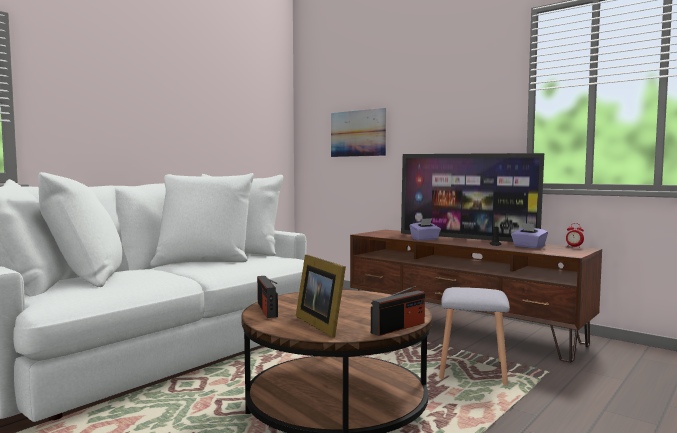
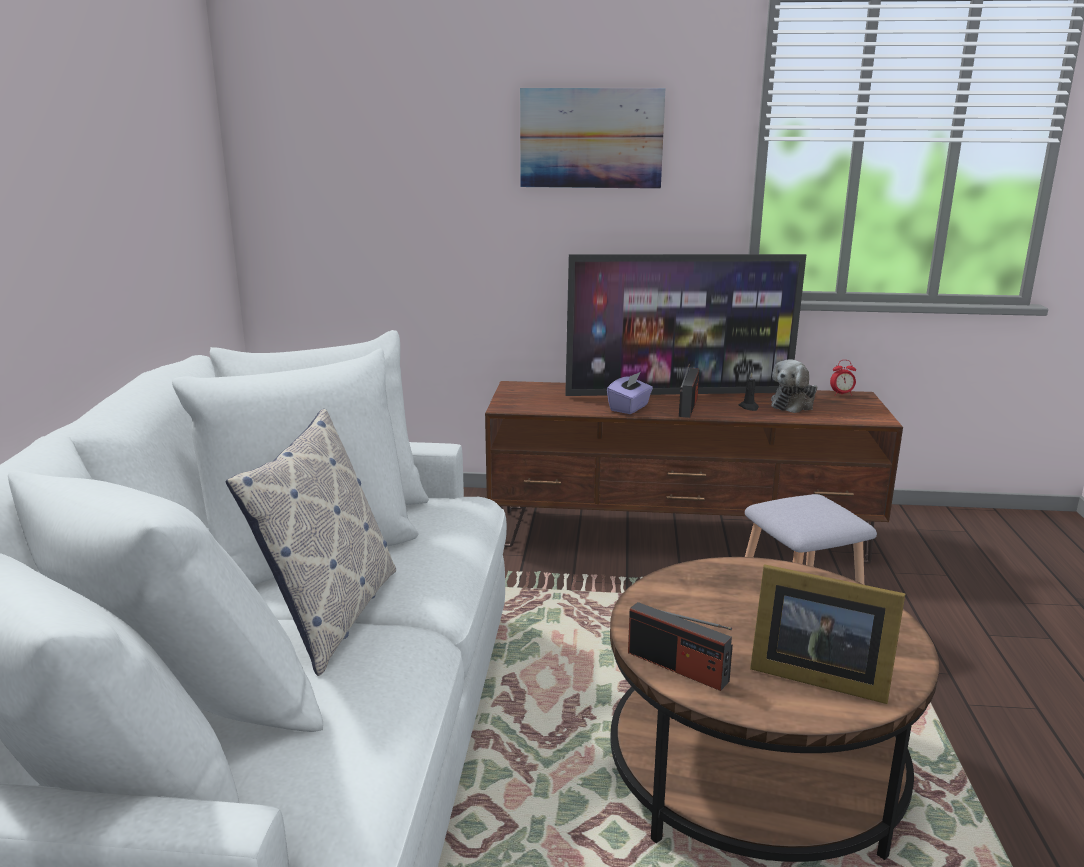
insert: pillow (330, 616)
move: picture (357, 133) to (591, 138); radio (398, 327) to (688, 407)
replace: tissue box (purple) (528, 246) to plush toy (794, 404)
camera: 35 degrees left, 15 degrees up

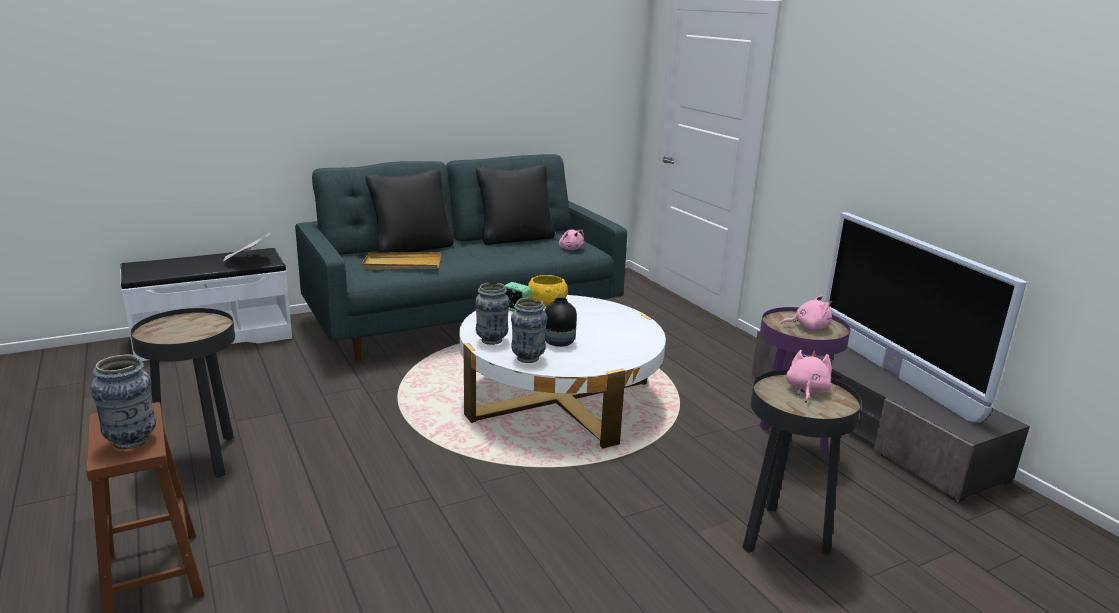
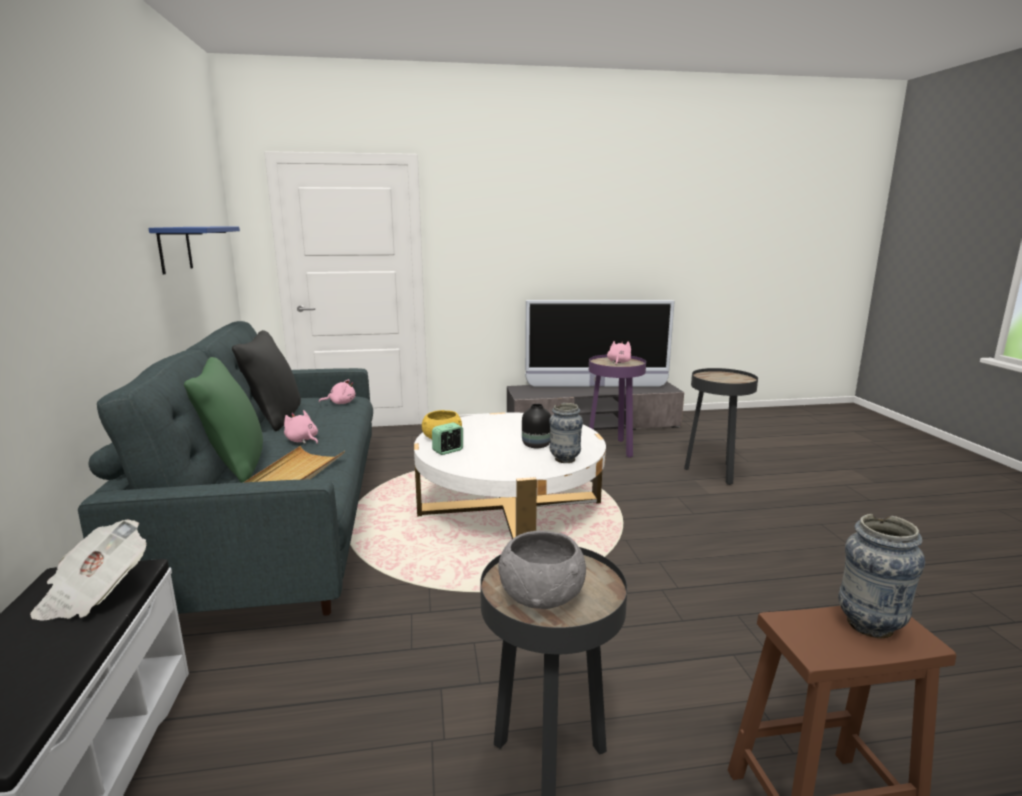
delete: vase (491, 340)
insert: shelf (blue) (174, 249); bowl (grey) (541, 595)
move: plush toy (pink) (806, 390) to (302, 440)
recolor: pillow (black) (412, 248) to pillow (green) (235, 465)
camera: 70 degrees left, 5 degrees down

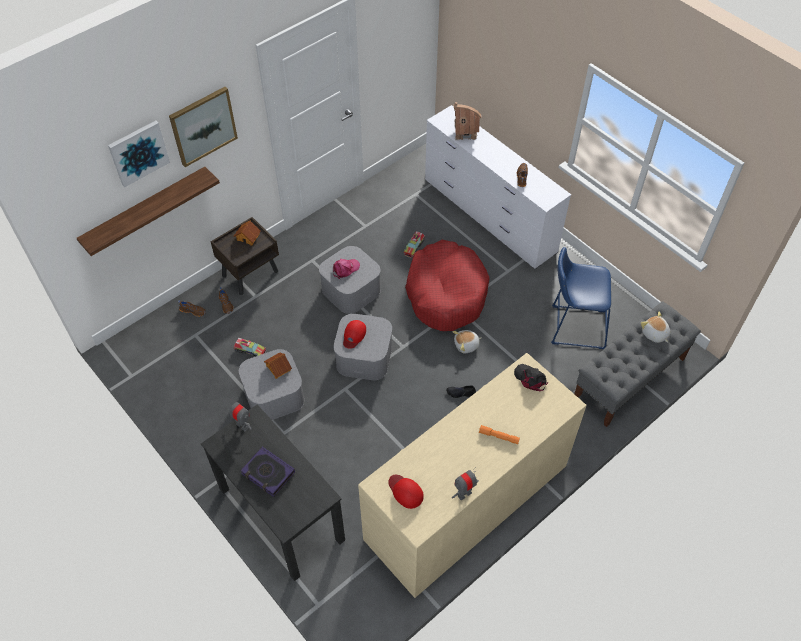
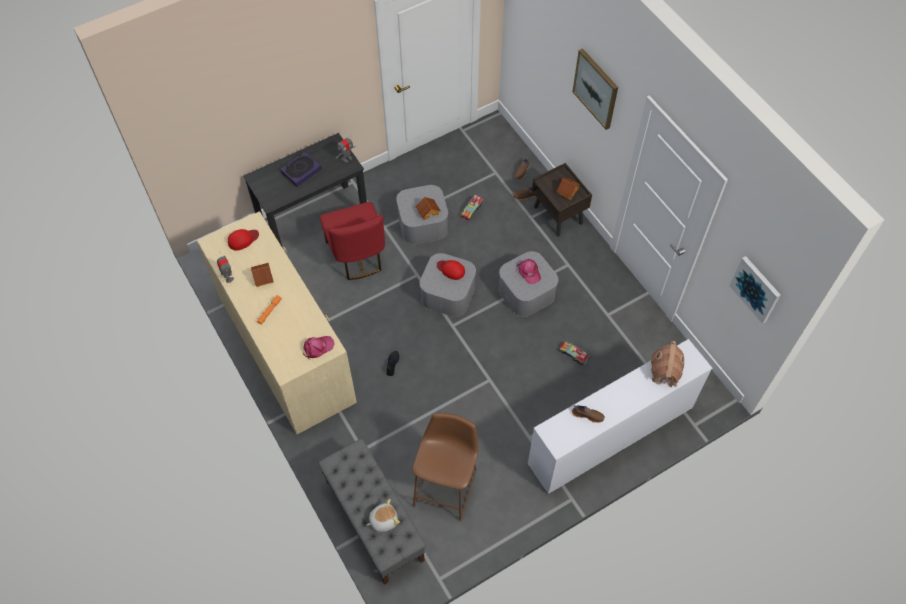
delete: shelf (146, 211); dog bed (red) (446, 293); plush toy (466, 345)
insert: toy house (262, 277); chair (red) (357, 255)
move: picture (138, 152) to (756, 289)
recolor: cap (black) (530, 379) to cap (pink) (318, 348); stool (blue) (574, 326) to stool (brown) (446, 484)
camera: 100 degrees right, 5 degrees up

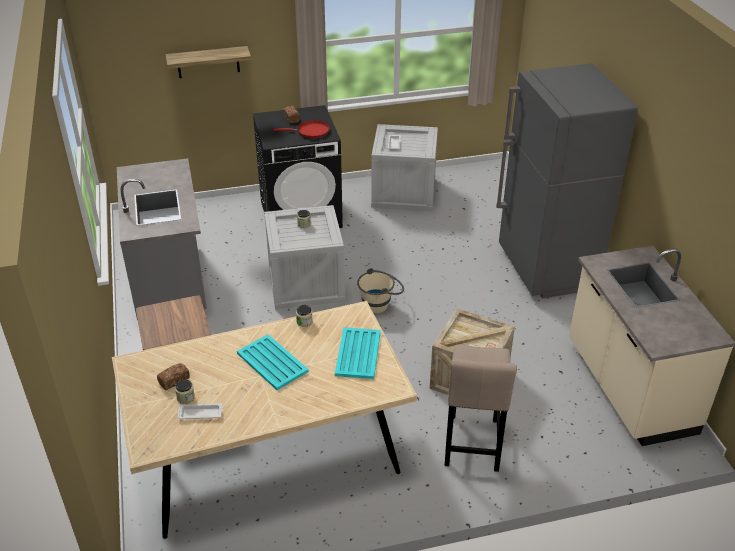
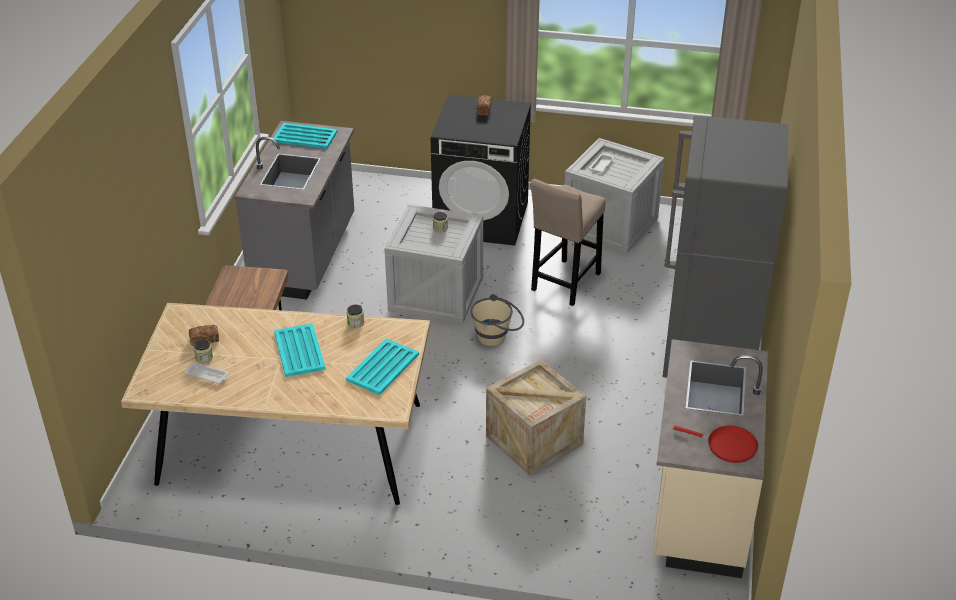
delete: shelf (208, 62)
insert: tray (turquoise) (305, 137)
move: stool (beige) (472, 446) to (564, 284); frying pan (red) (310, 131) to (727, 446)
camera: 25 degrees right, 0 degrees up

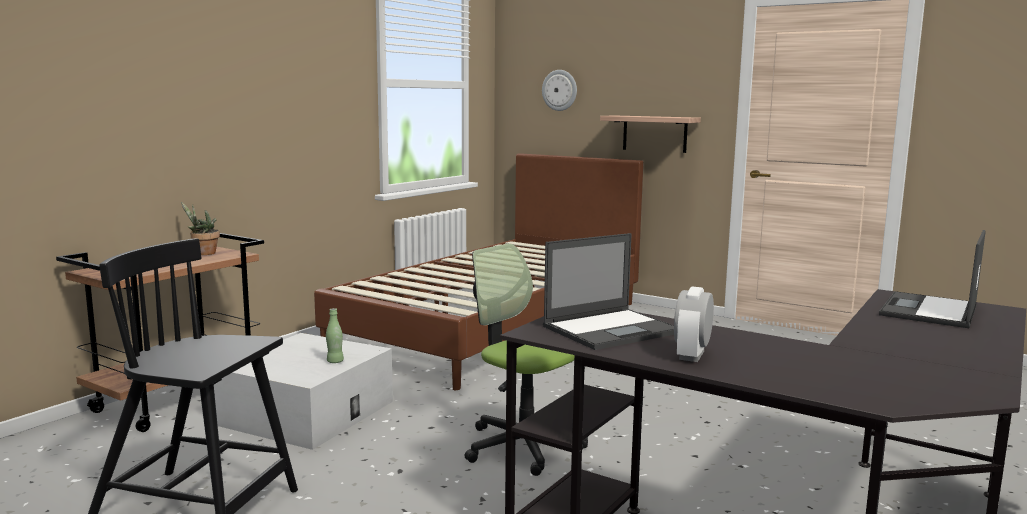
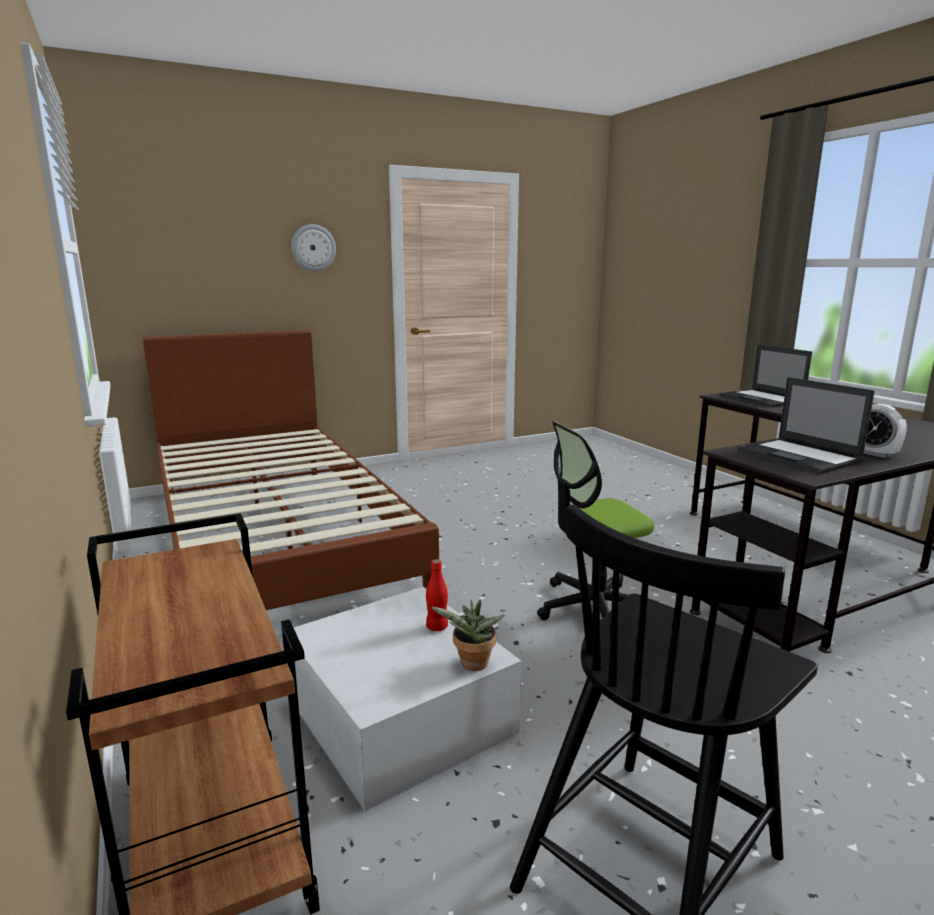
delete: shelf (654, 133)
move: wall clock (560, 90) to (313, 248); potted plant (203, 253) to (472, 666)
recolor: bottle (green) (335, 361) to bottle (red) (437, 627)
rotate: laptop (612, 329) = (800, 457) 150 degrees clockwise
camera: 60 degrees left, 5 degrees up

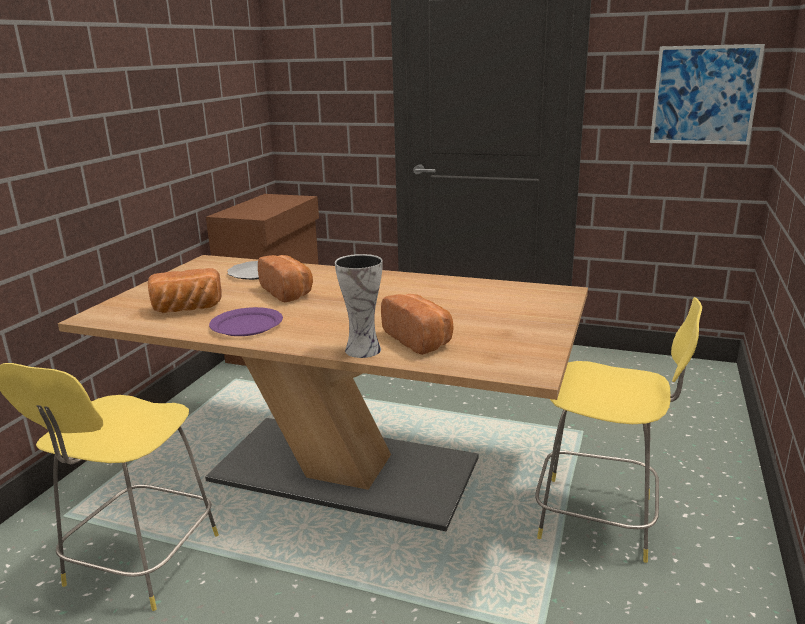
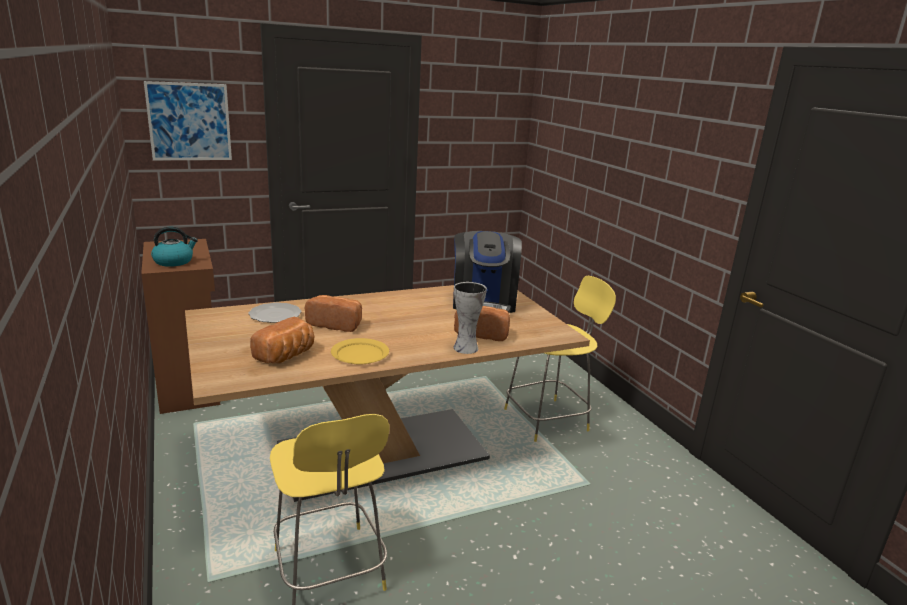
insert: kettle (174, 261); coffee machine (483, 304)
move: picture (704, 95) to (189, 122)
recolor: plate (purple) (247, 325) to plate (yellow) (360, 354)
camera: 45 degrees left, 0 degrees up

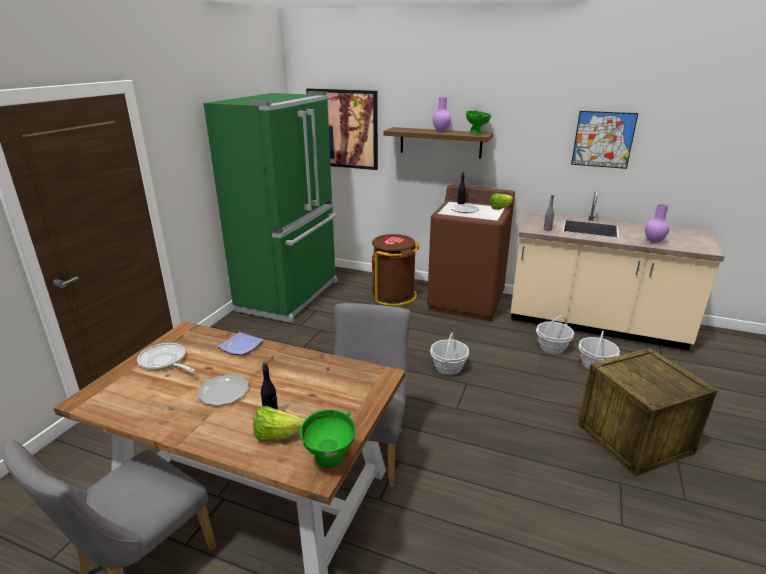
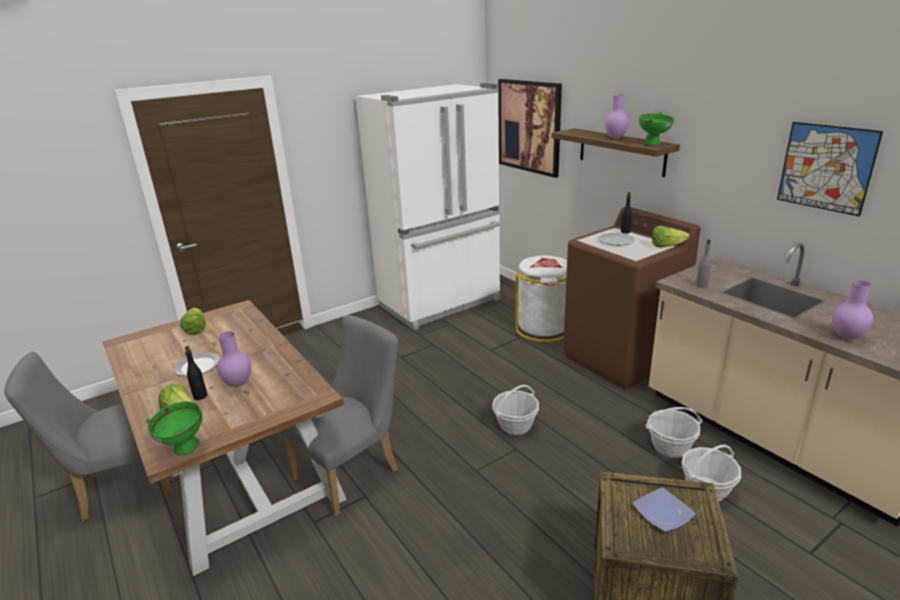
insert: vase (purple) (239, 384)
move: plate (240, 346) to (661, 512)
replace: frying pan (165, 362) to lettuce (196, 329)
recolor: fridge (green) (291, 296) to fridge (white) (441, 303); trash can (brown) (393, 295) to trash can (white) (544, 328)
camera: 35 degrees right, 0 degrees up

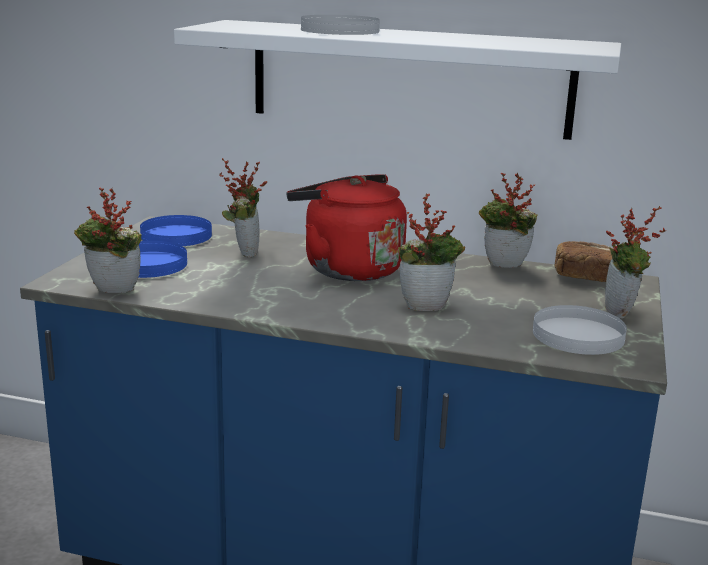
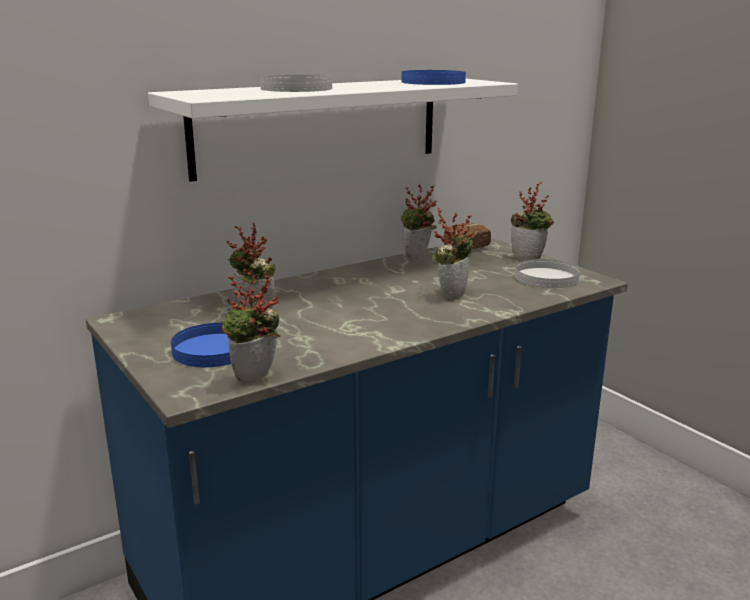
delete: kettle (red) (347, 268)
move: plate (blue) (176, 235) to (433, 82)
camera: 50 degrees left, 0 degrees up

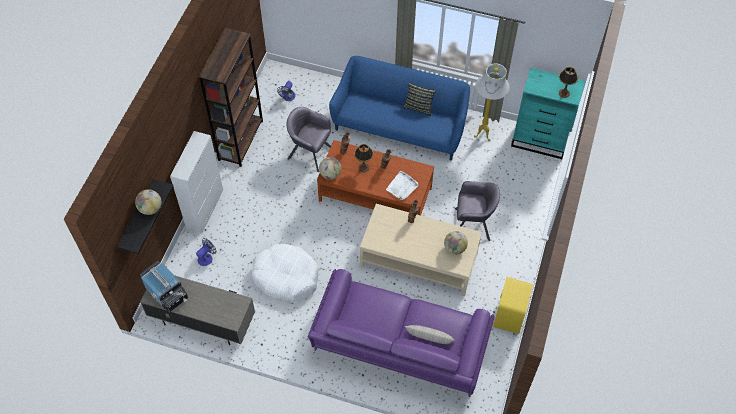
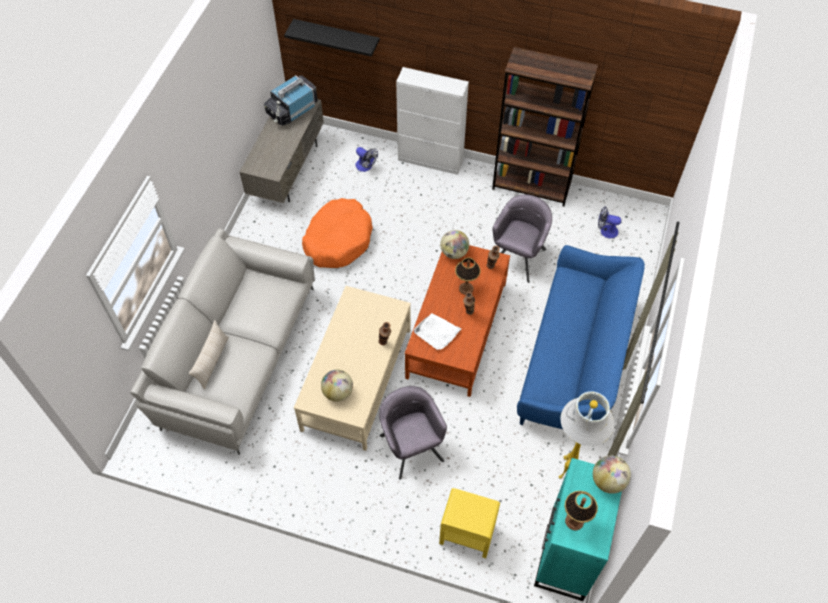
delete: pillow (419, 107)
move: nightstand (yellow) (509, 315) to (467, 533); globe (150, 208) to (608, 481)
recolor: sofa (purple) (399, 346) to sofa (grey) (237, 354); dog bed (white) (286, 276) to dog bed (orange) (338, 240)
rotate: armchair (grey) (472, 224) = (411, 447) 150 degrees clockwise
camera: 90 degrees right, 0 degrees up

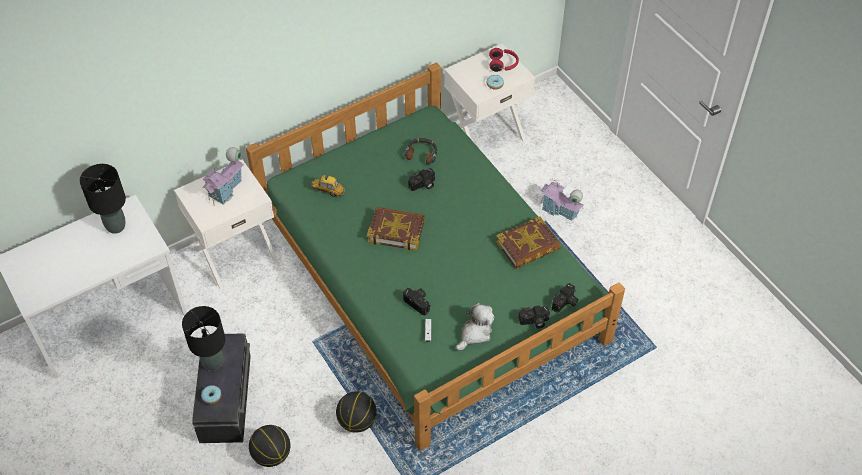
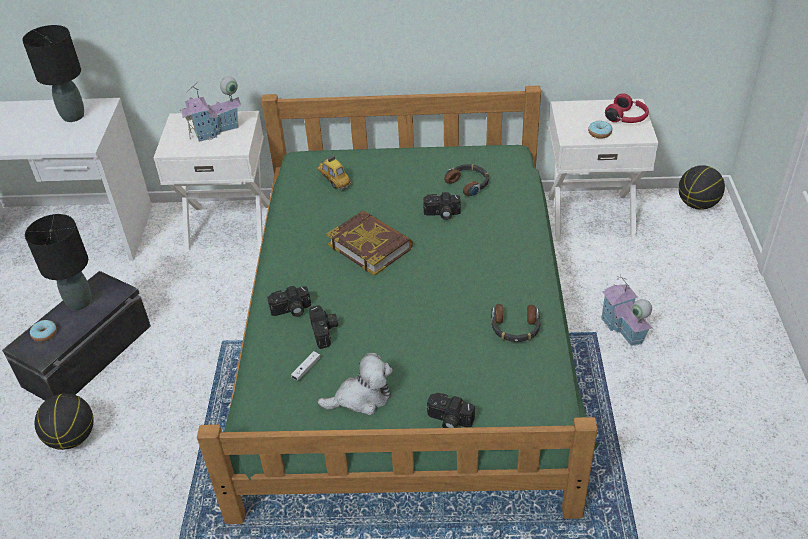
move: photo camera (565, 303) to (291, 310); basketball (357, 421) to (697, 204)
replace: book (528, 246) to headphones (515, 328)
camera: 35 degrees right, 10 degrees down

